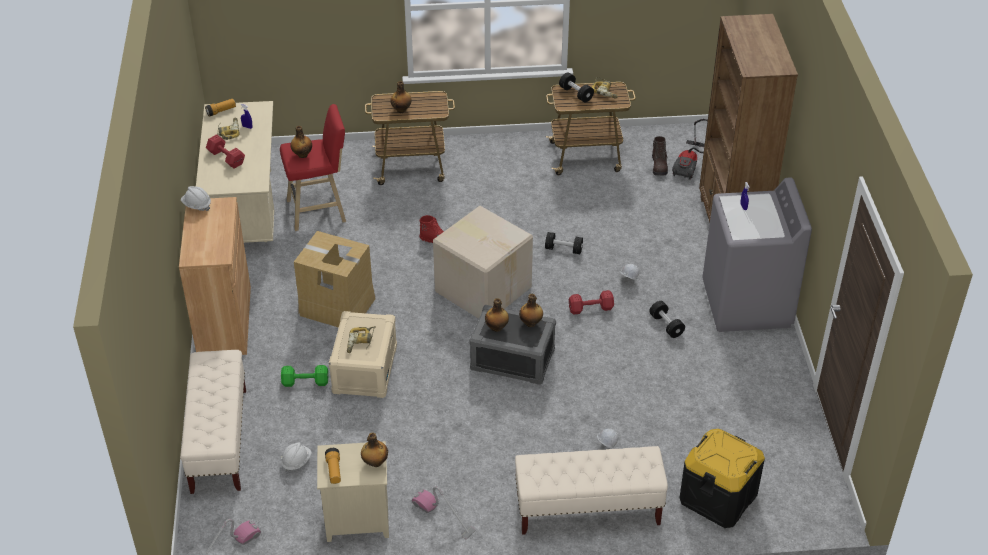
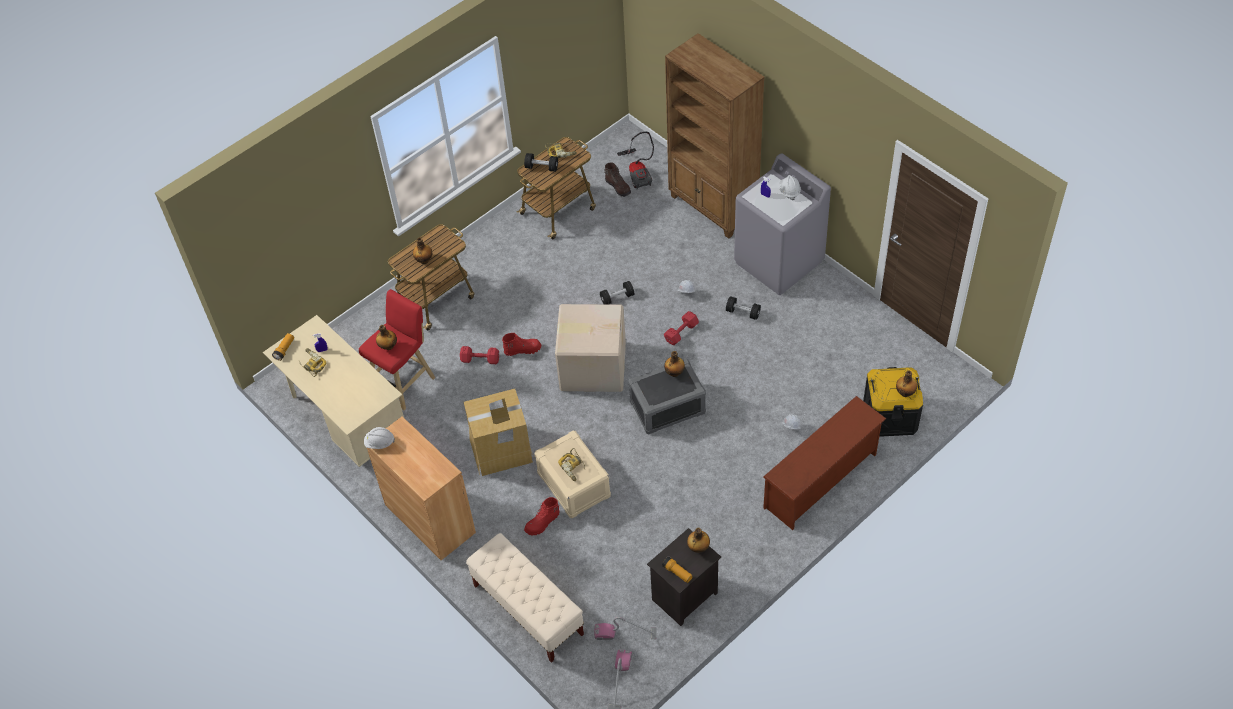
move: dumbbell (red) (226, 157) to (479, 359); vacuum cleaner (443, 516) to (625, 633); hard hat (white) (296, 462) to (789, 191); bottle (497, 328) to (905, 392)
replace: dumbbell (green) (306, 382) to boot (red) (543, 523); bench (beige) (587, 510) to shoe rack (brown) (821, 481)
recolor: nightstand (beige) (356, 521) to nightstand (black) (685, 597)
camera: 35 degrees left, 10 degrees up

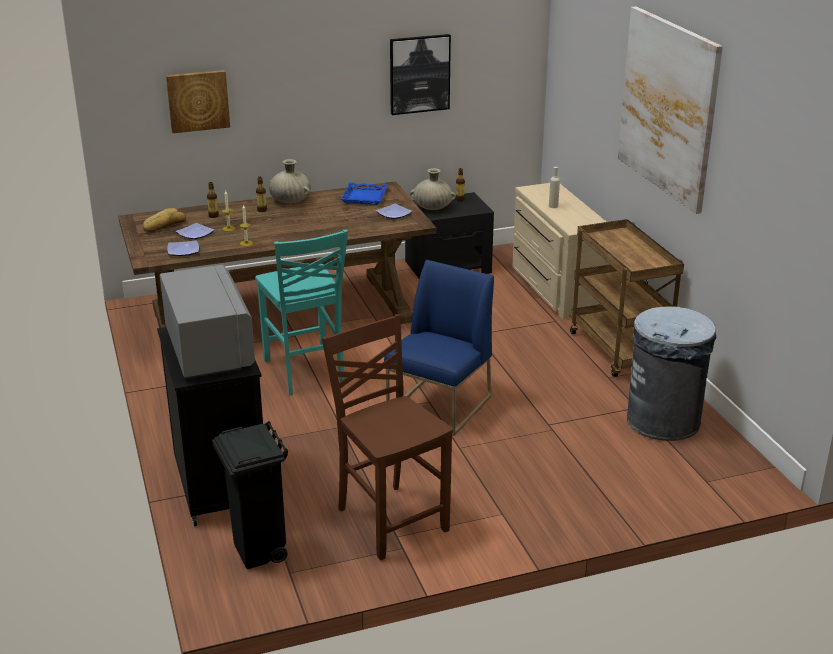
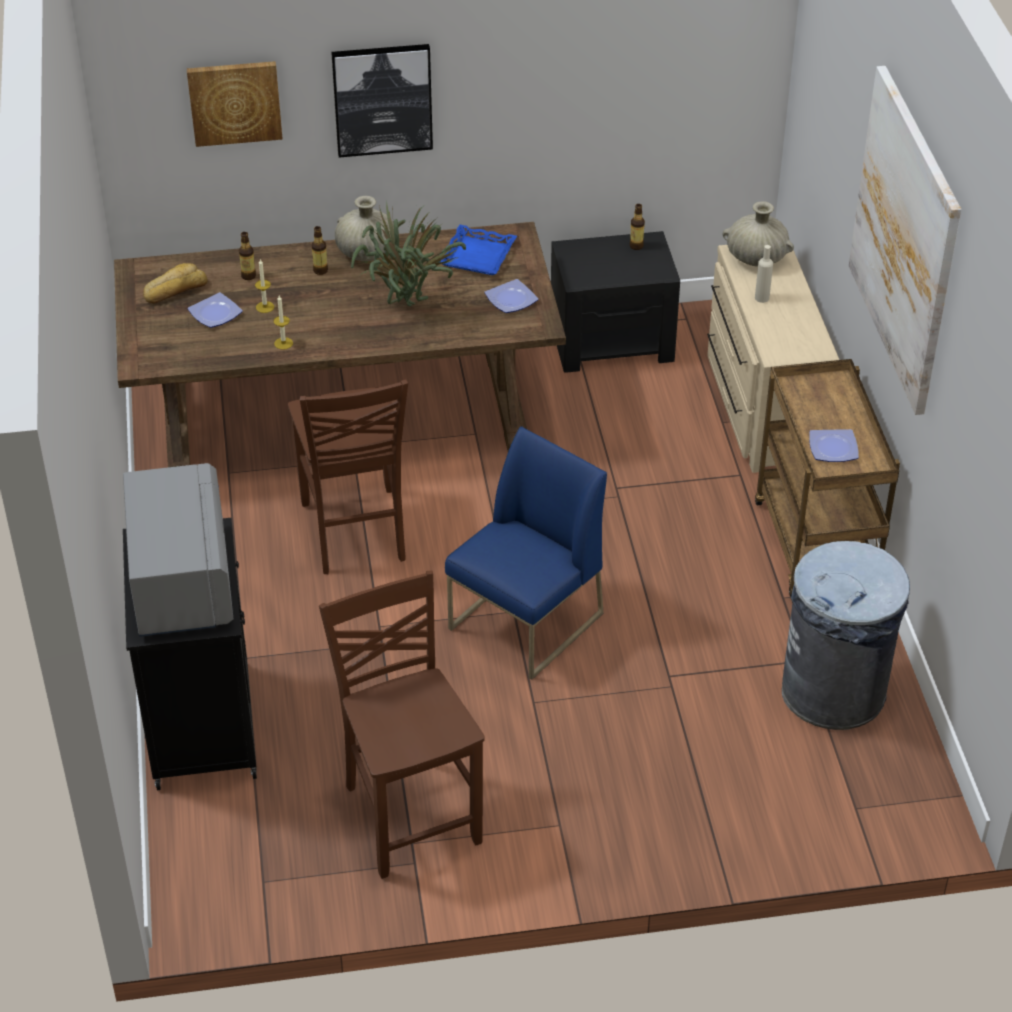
delete: trash can (black) (259, 552)
insert: potted plant (406, 309)
move: picture (419, 74) to (382, 99); vase (beige) (432, 207) to (756, 258); plate (182, 250) to (832, 448)
recolor: chair (turquoise) (305, 372) to chair (brown) (355, 533)
camera: 10 degrees right, 15 degrees up

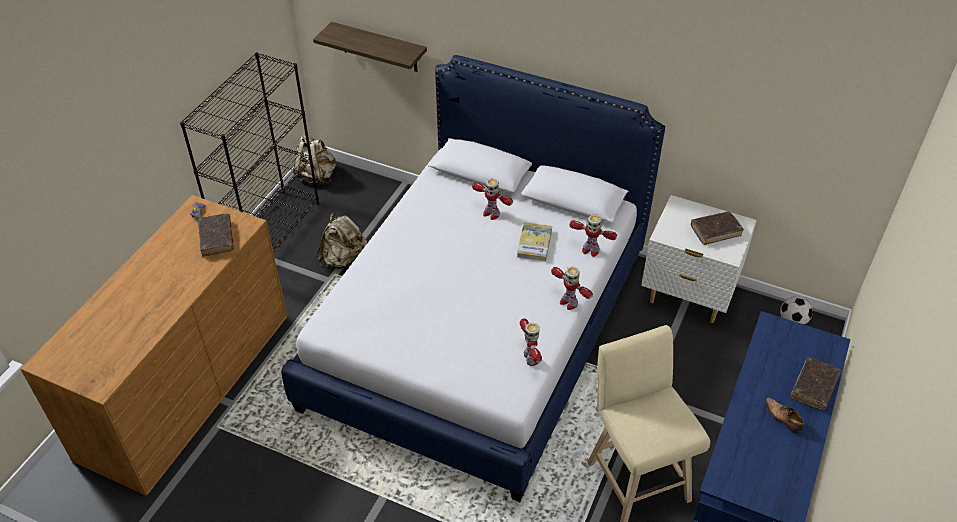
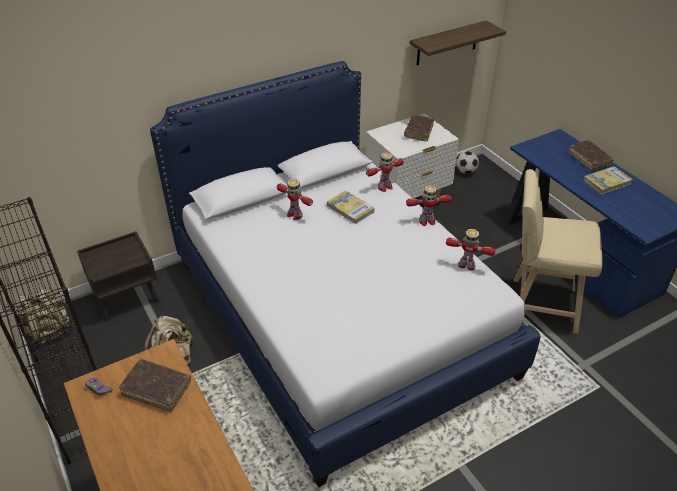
insert: nightstand (brown) (127, 299)
move: shelf (379, 47) to (447, 43)
replace: shoe (783, 418) to book (607, 182)
rotate: toy robot (491, 213) = (294, 215) 60 degrees clockwise
camera: 55 degrees left, 5 degrees down

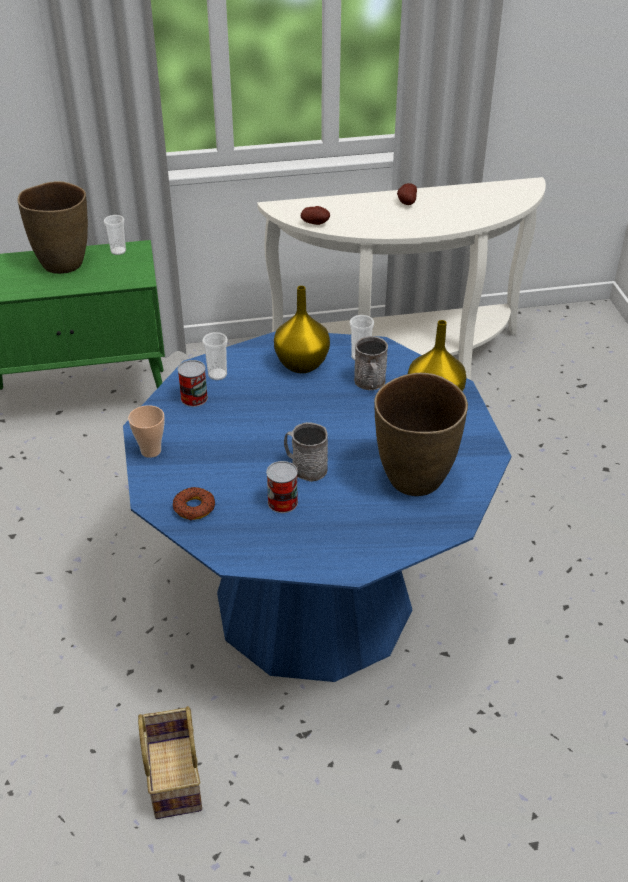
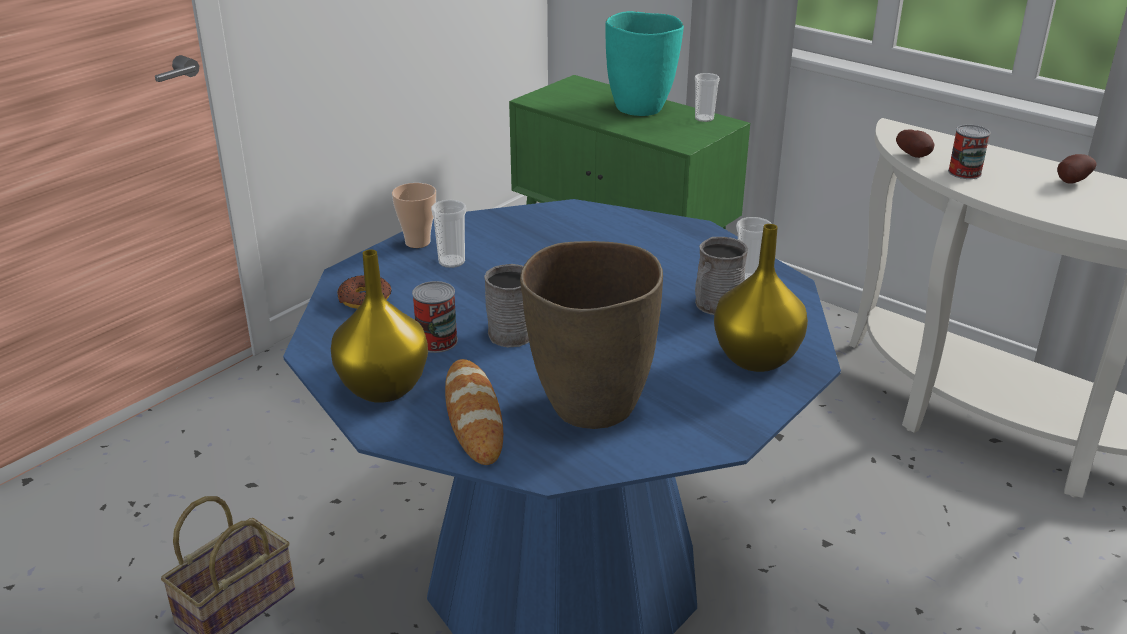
insert: bread (473, 417)
move: vase (yellow) (301, 365) to (381, 389); cup (217, 374) to (451, 262); can (194, 398) to (964, 172)
recolor: vase (brown) (63, 263) to vase (turquoise) (640, 108)
camera: 50 degrees right, 10 degrees down

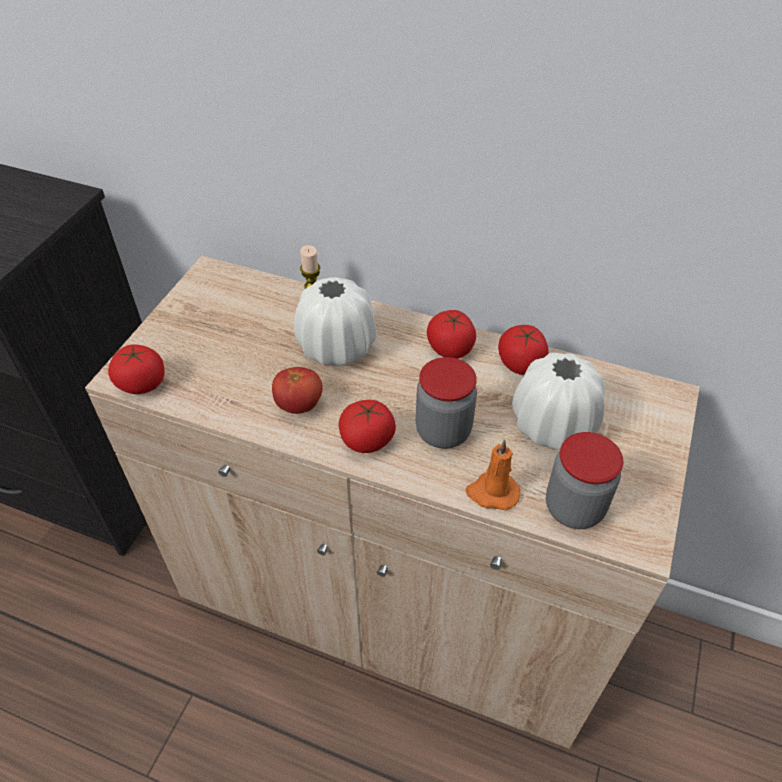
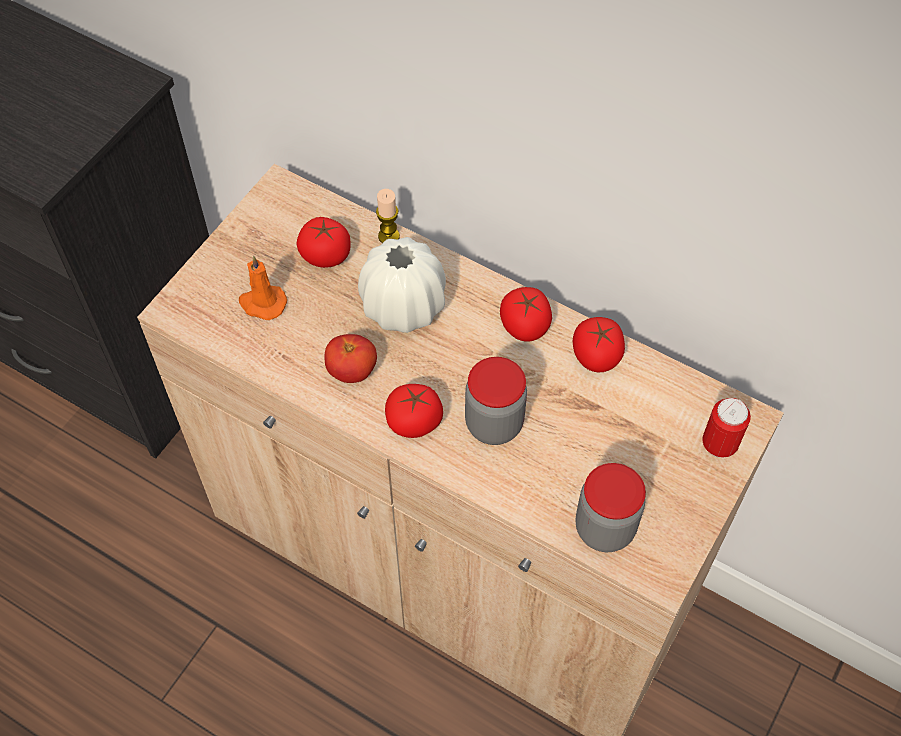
delete: vase (white) (553, 426)
insert: can (719, 444)
move: candle (orange) (492, 493) to (262, 303); tomato (142, 383) to (326, 255)
camera: 10 degrees right, 10 degrees up

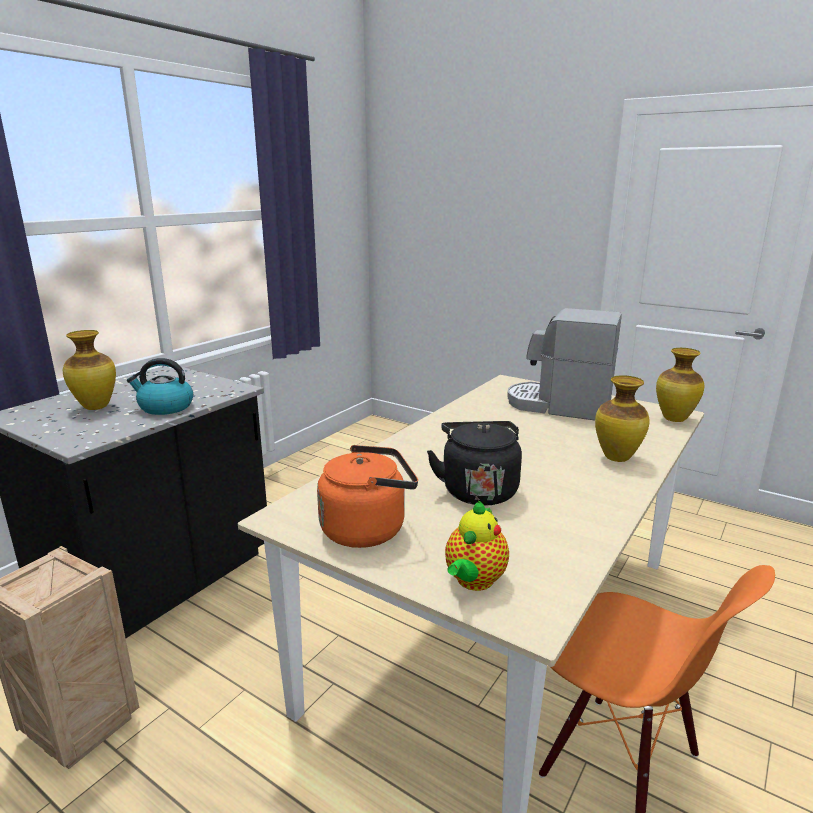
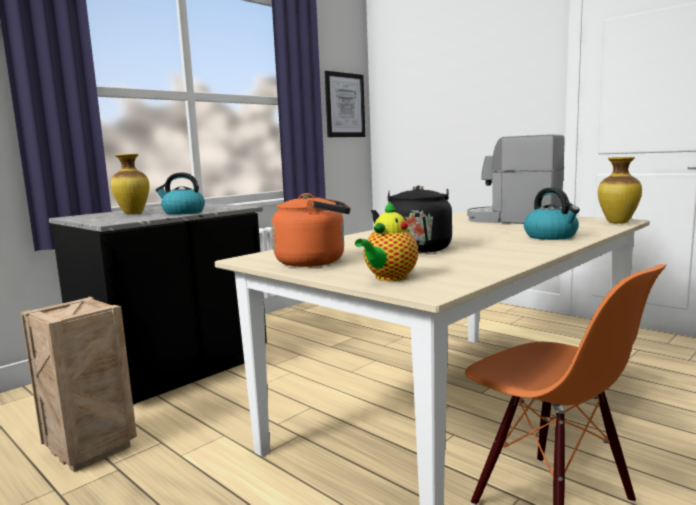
insert: picture (344, 105)
replace: vase (616, 458) to kettle (551, 236)
camera: 10 degrees right, 10 degrees down

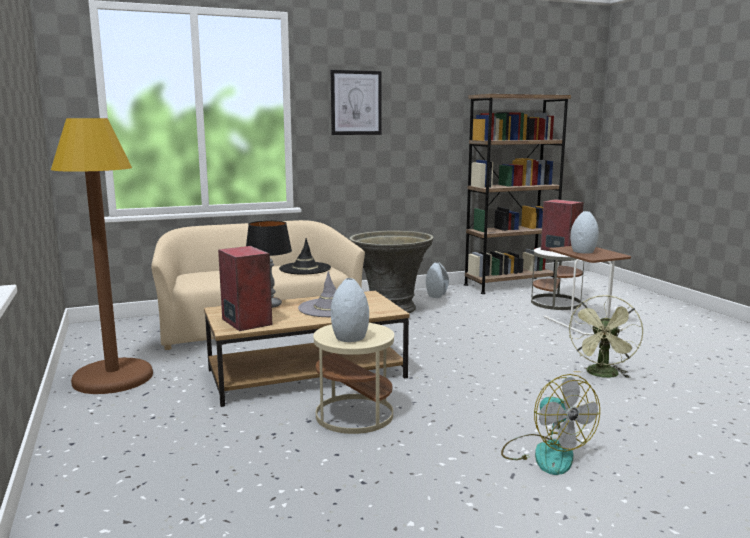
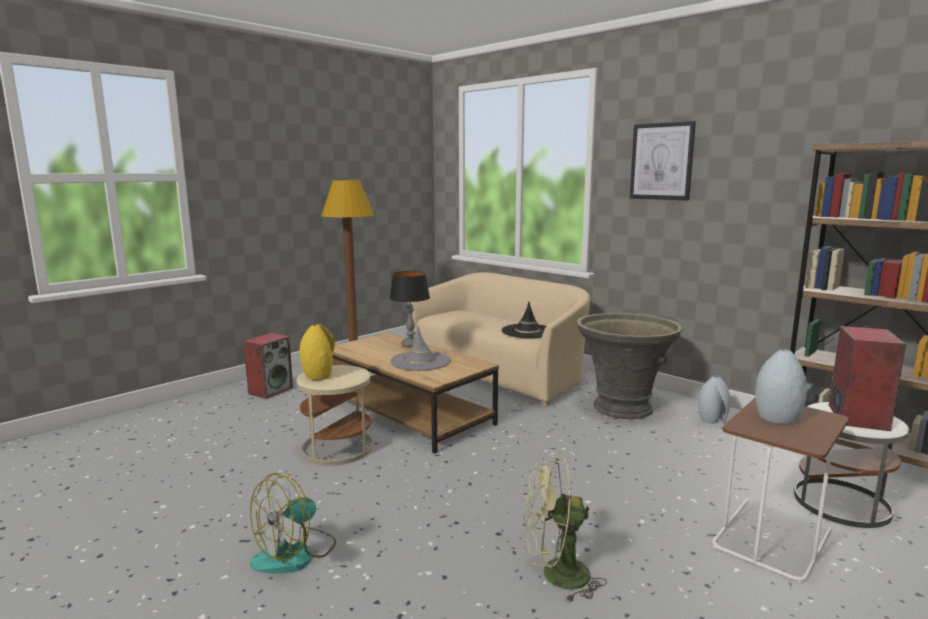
move: speaker (245, 322) to (271, 390)
recolor: vase (grey) (349, 338) to vase (yellow) (319, 376)
camera: 65 degrees right, 0 degrees up

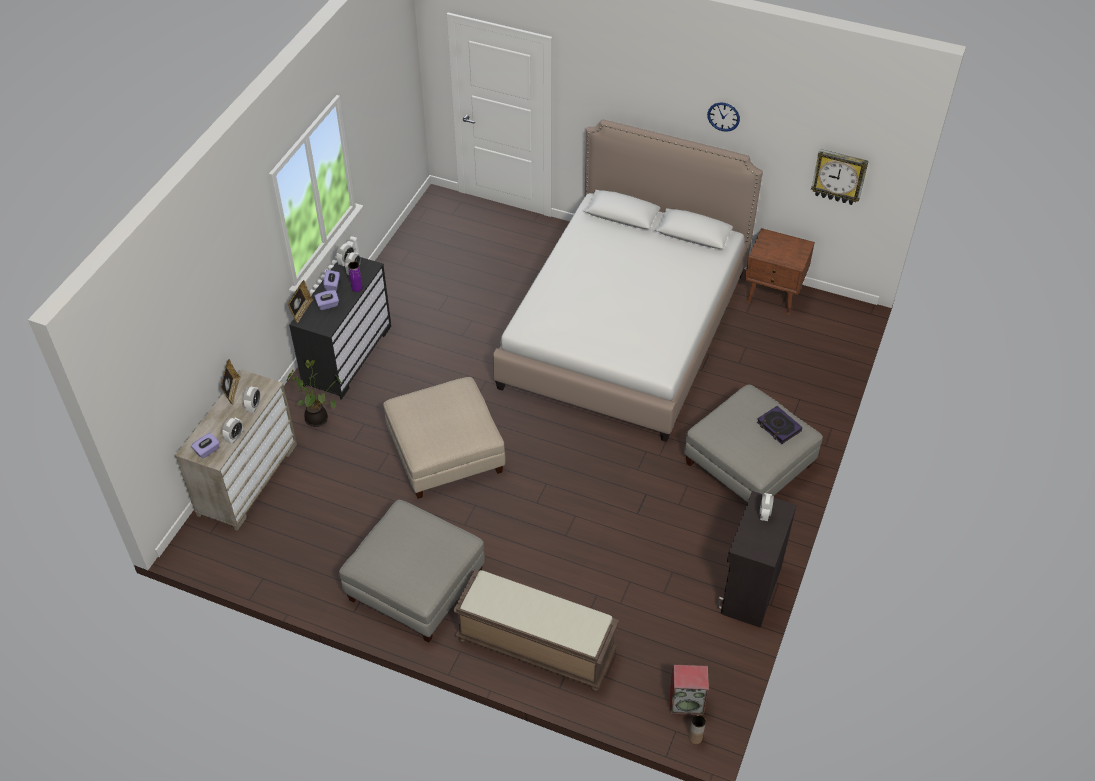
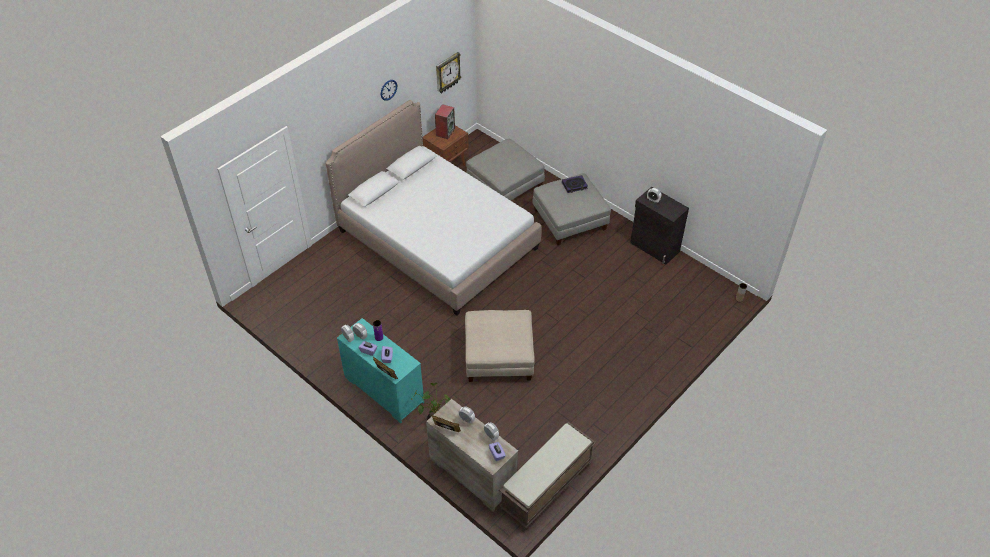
move: speaker (687, 702) to (445, 132); ottoman (grey) (415, 585) to (505, 185); bench (brown) (534, 647) to (546, 486)
recolor: dresser (black) (347, 355) to dresser (turquoise) (383, 390)
camera: 70 degrees left, 0 degrees up

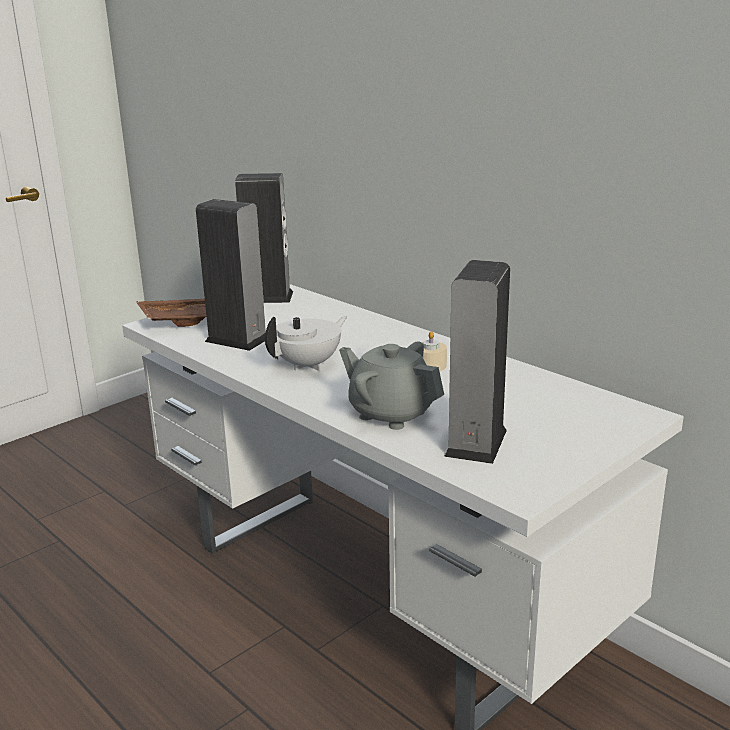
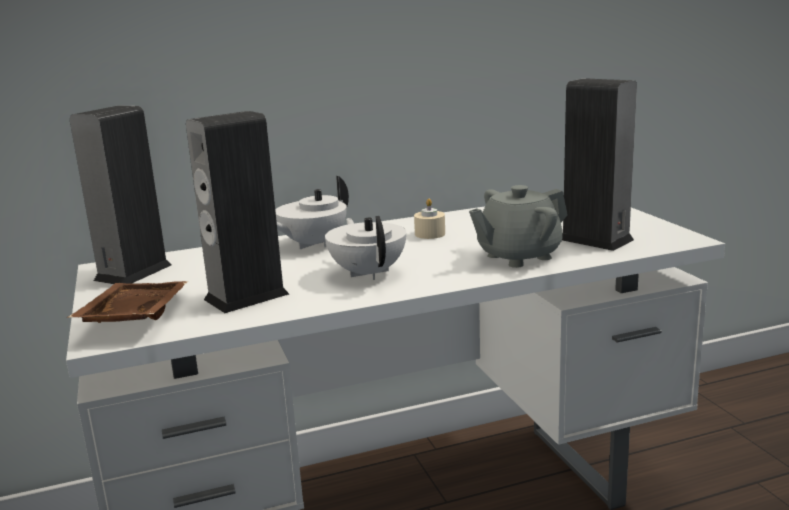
insert: teapot (white) (312, 244)
camera: 65 degrees left, 5 degrees down

